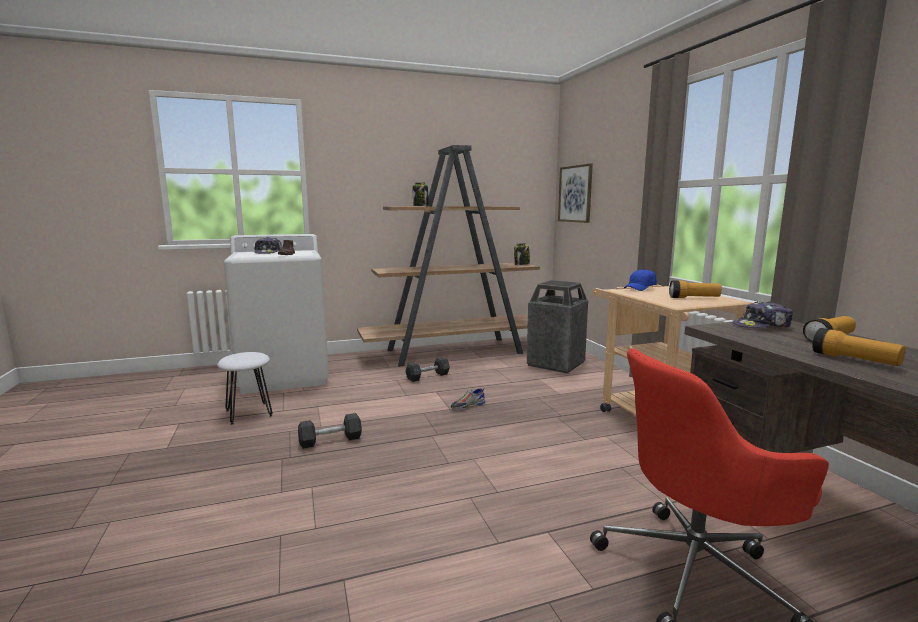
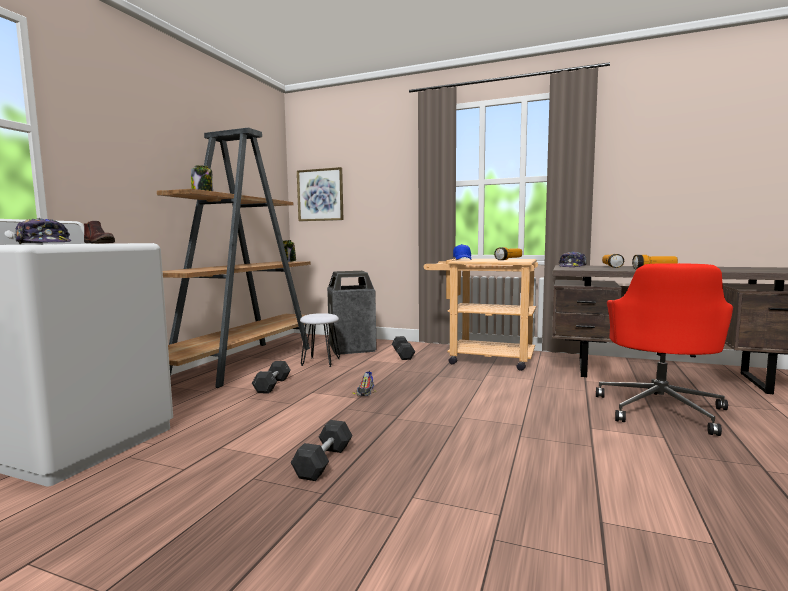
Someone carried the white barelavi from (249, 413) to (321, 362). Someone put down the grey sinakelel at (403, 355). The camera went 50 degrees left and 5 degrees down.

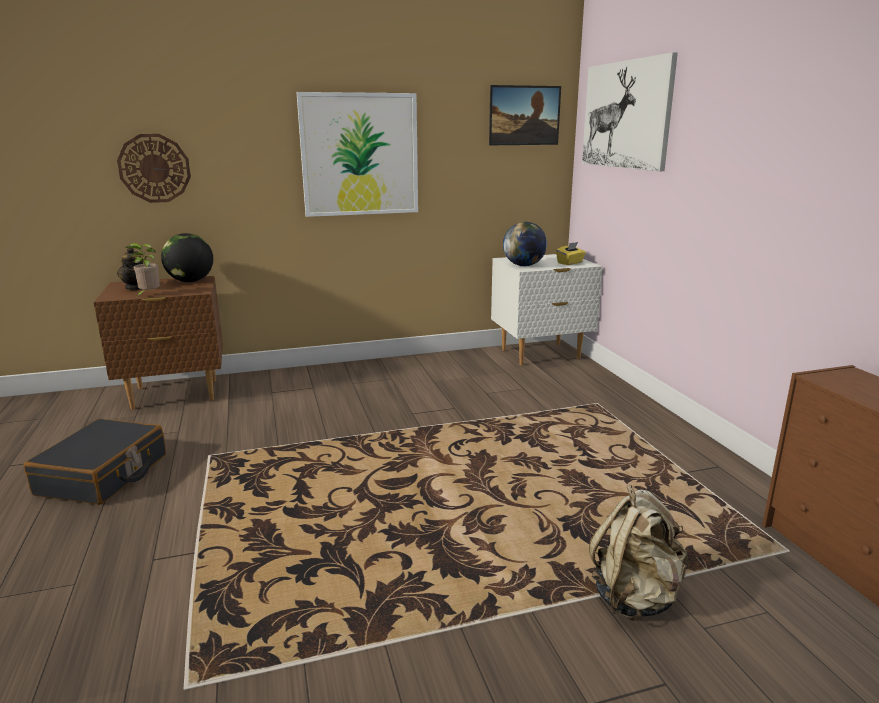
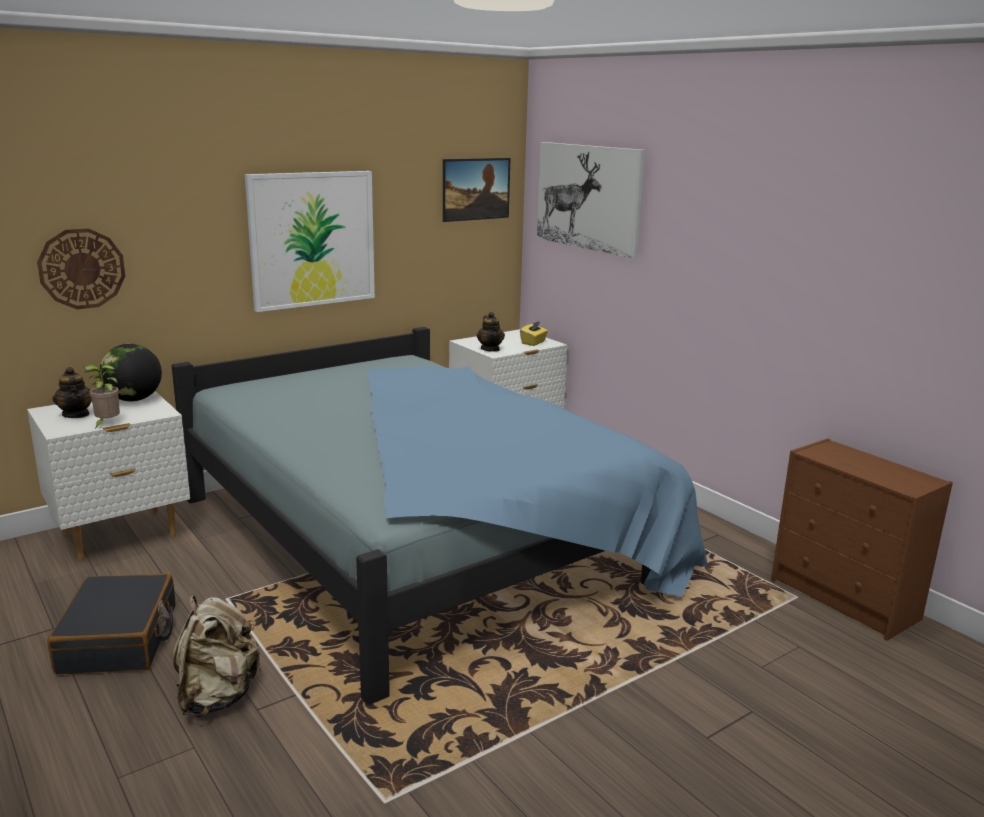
Someone swapped the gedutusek at (524, 265) for the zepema at (490, 349). Someone repainted the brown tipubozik at (175, 394), which became the white tipubozik at (120, 535). Someone carried the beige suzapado from (635, 597) to (217, 696). Someone put down the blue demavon at (423, 539). The camera went 20 degrees left and 0 degrees up.

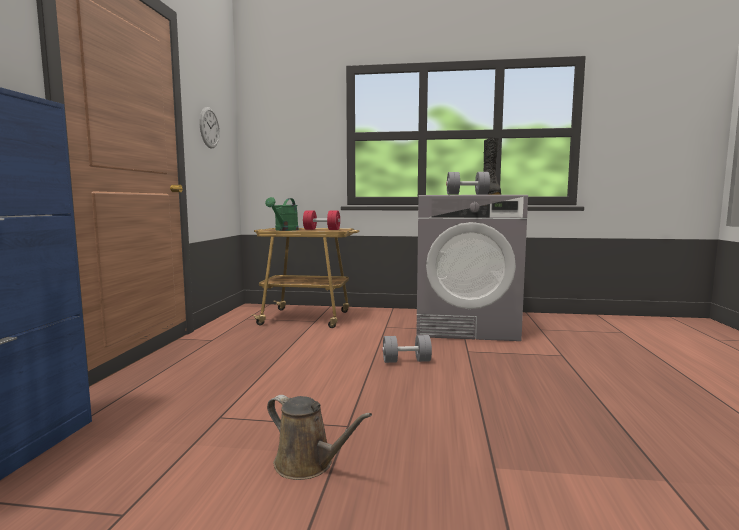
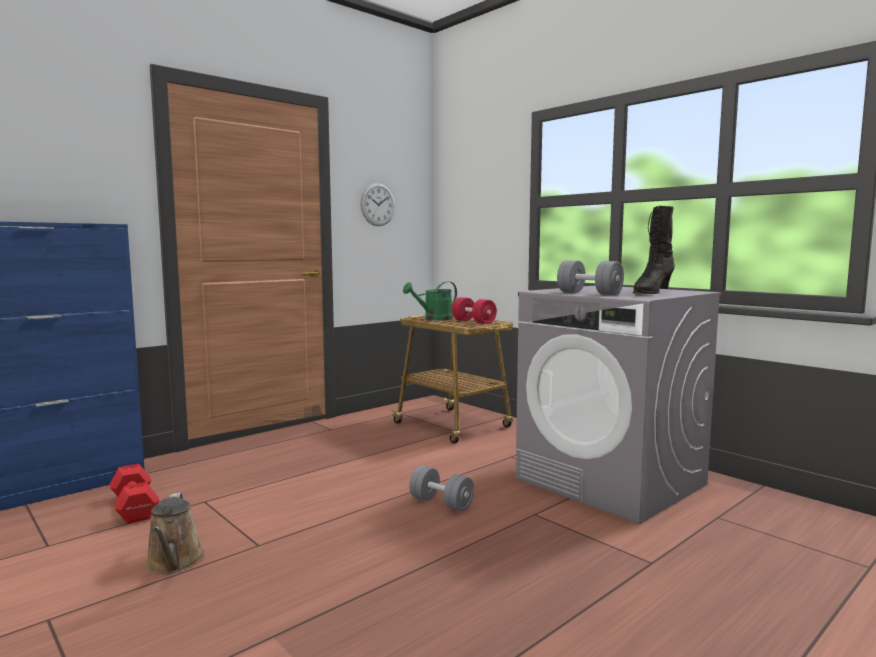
Someone put down the red sinakelel at (134, 508). The camera went 40 degrees right and 0 degrees up.

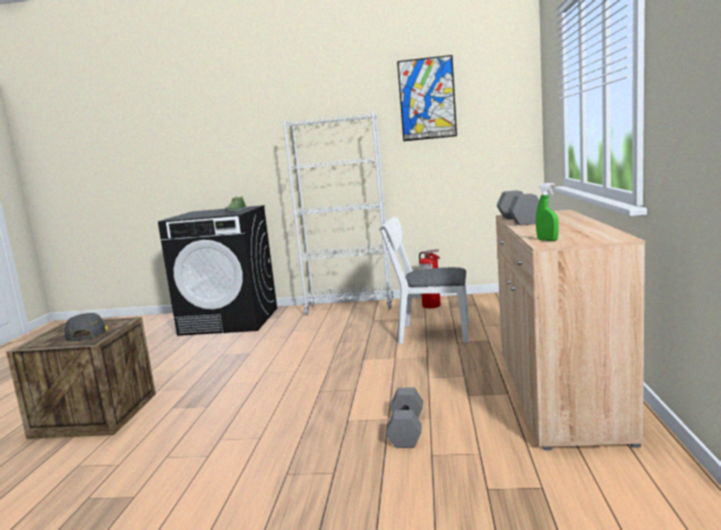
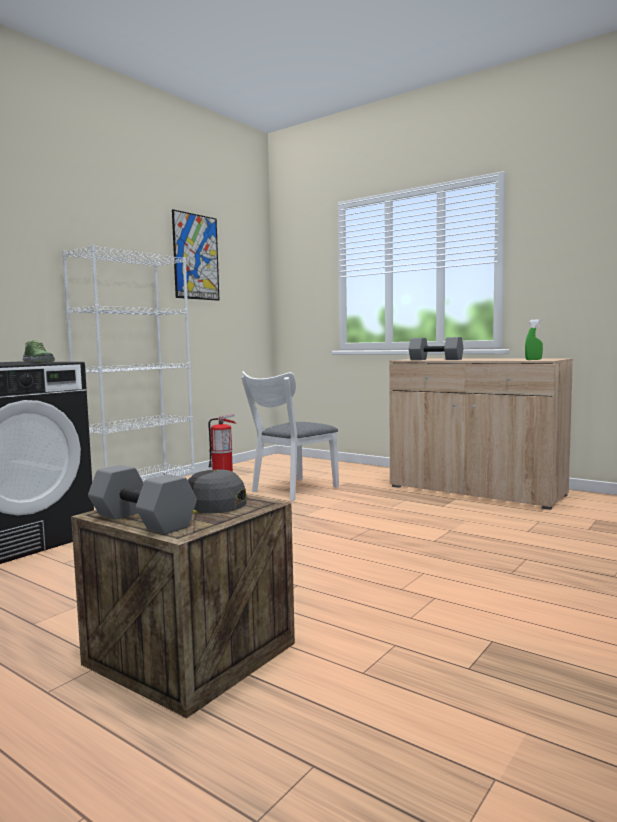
Someone carried the grey sinakelel from (407, 430) to (144, 521). The camera went 60 degrees left and 5 degrees down.

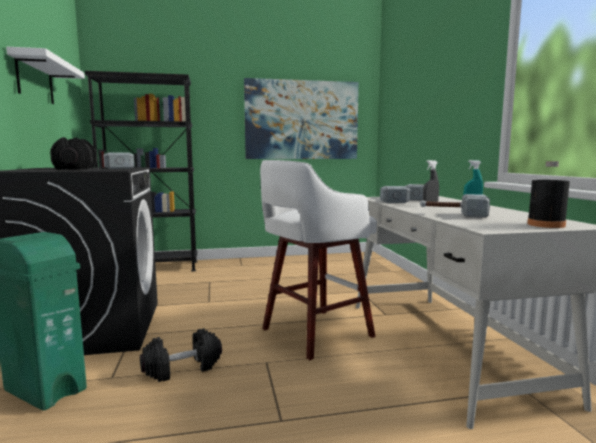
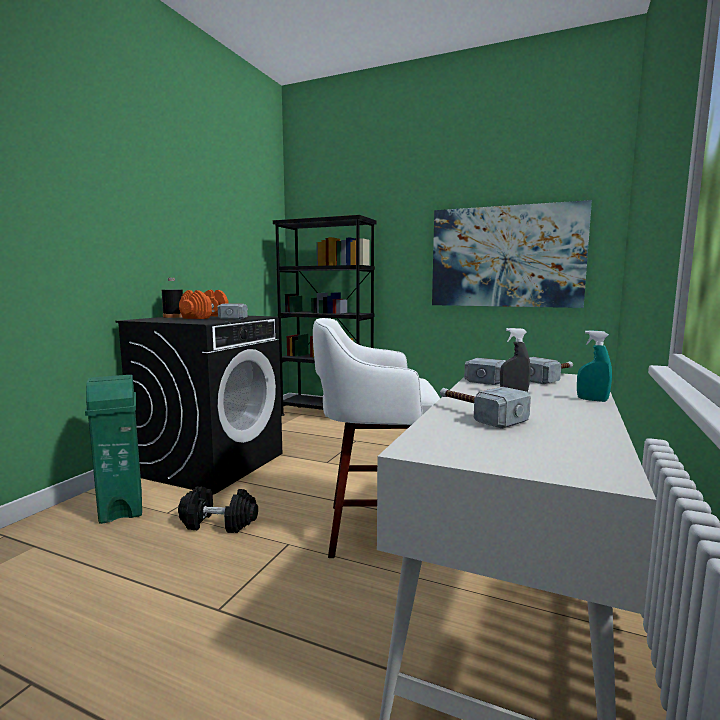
Someone took away the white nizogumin at (35, 80). Someone repainted the black sinakelel at (75, 168), which became the orange sinakelel at (205, 317). Someone carried the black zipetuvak from (546, 225) to (173, 317). The camera went 35 degrees right and 0 degrees up.

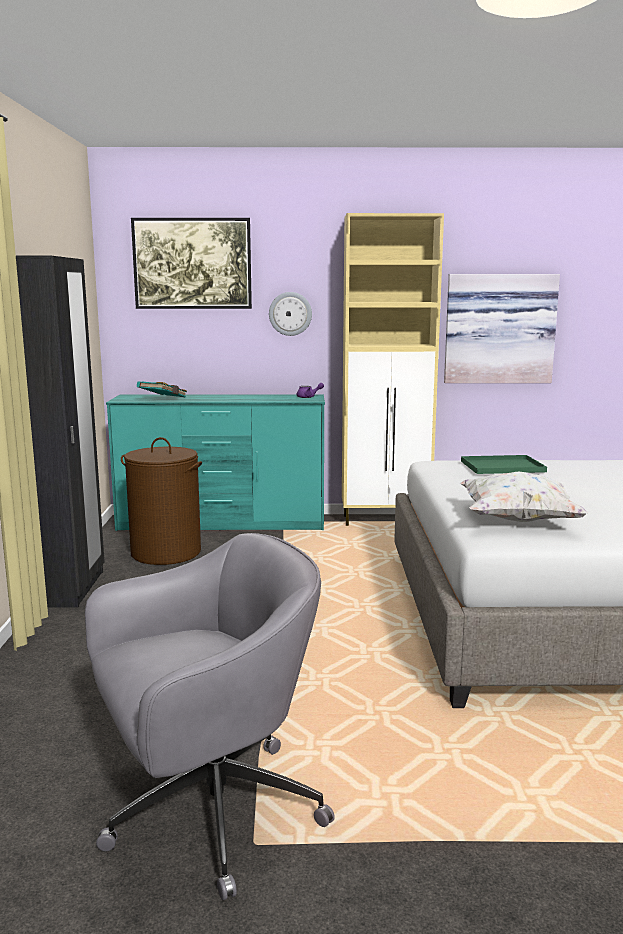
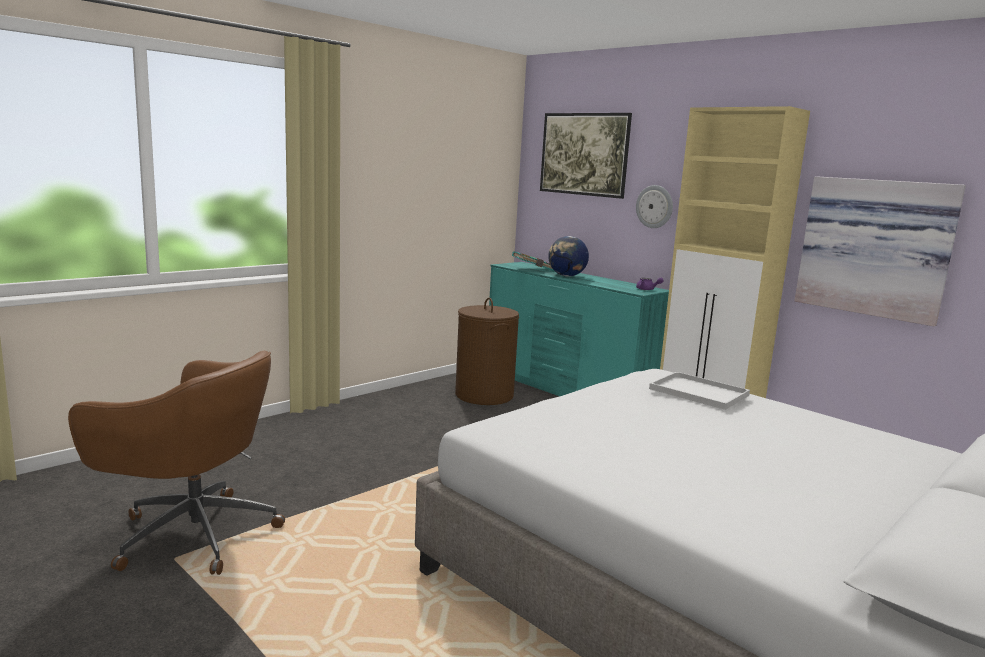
Someone took away the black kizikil at (74, 588). Someone repainted the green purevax at (501, 466), which became the white purevax at (696, 392). Someone took away the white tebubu at (517, 520). Someone repainted the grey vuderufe at (209, 813), which became the brown vuderufe at (192, 533). Someone put down the gedutusek at (566, 276). The camera went 45 degrees right and 0 degrees up.

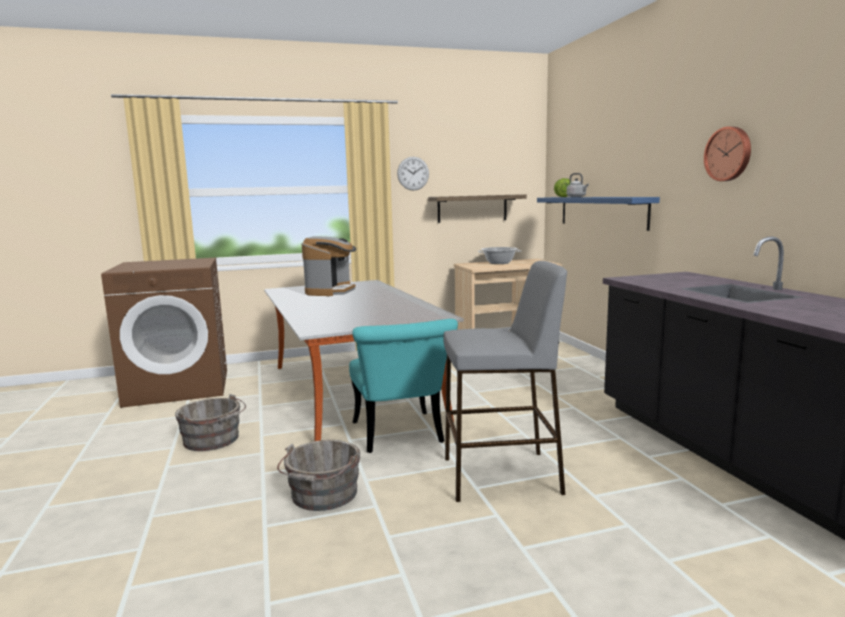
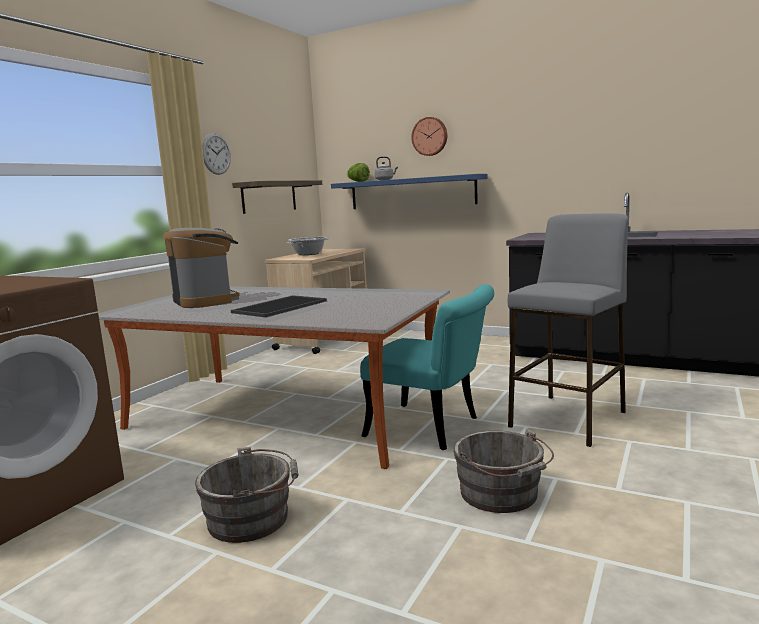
Someone carried the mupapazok from (729, 154) to (430, 136). Someone put down the purevax at (280, 306). The camera went 45 degrees left and 0 degrees up.

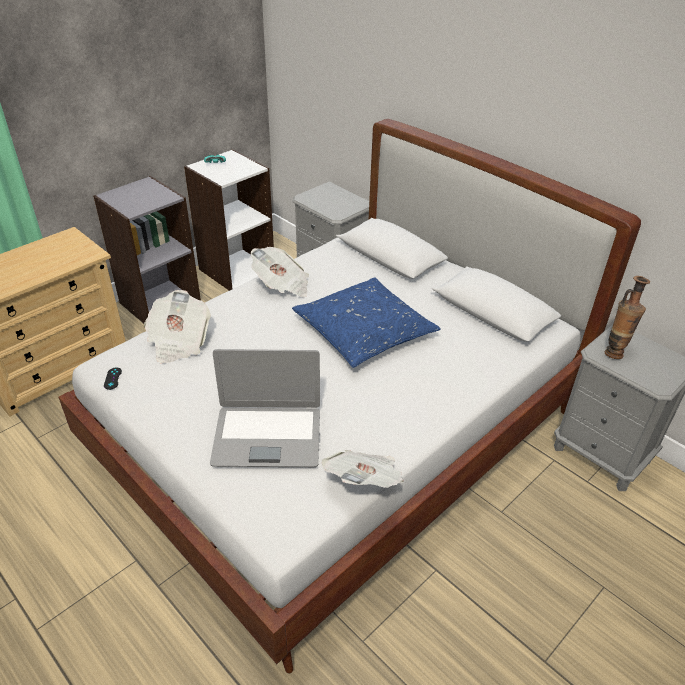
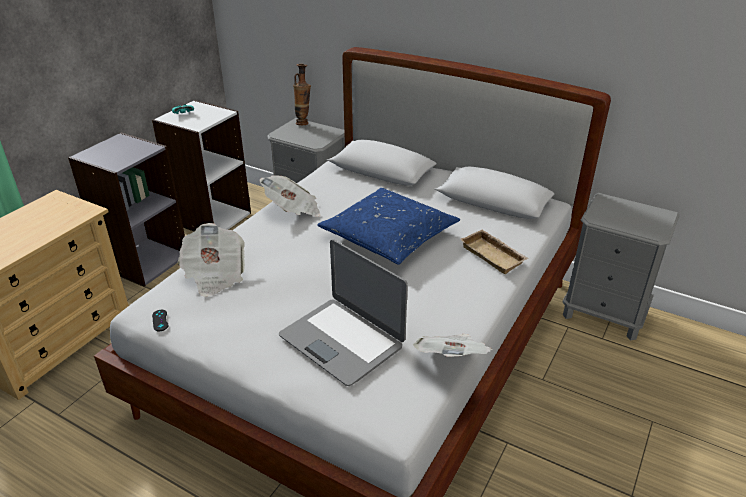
Someone carried the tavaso from (615, 352) to (303, 123). Someone rotated the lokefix at (267, 436) by 60 degrees clockwise. Someone put down the beige purevax at (494, 255). The camera went 15 degrees left and 5 degrees down.

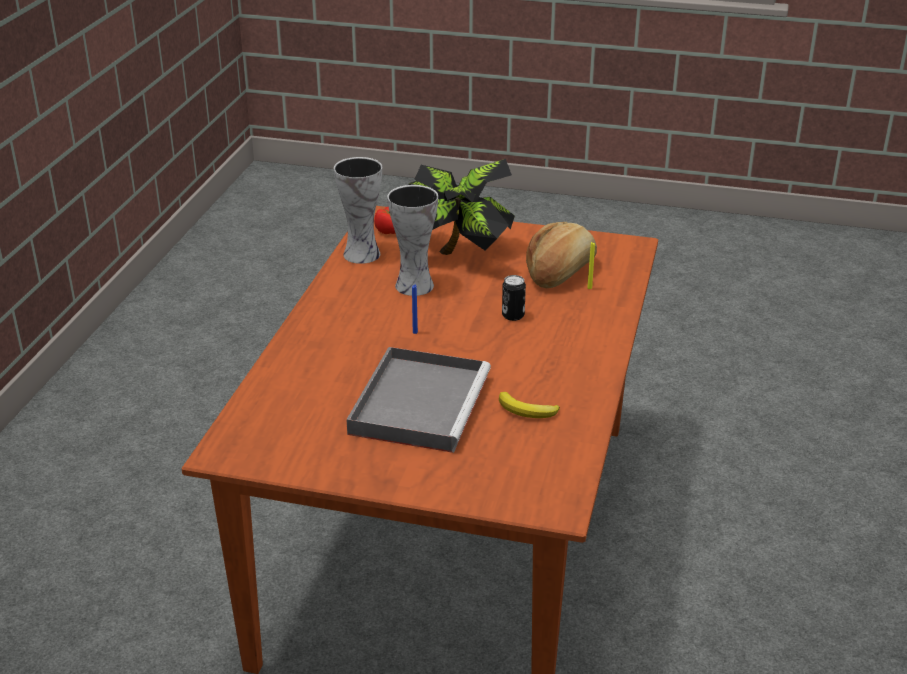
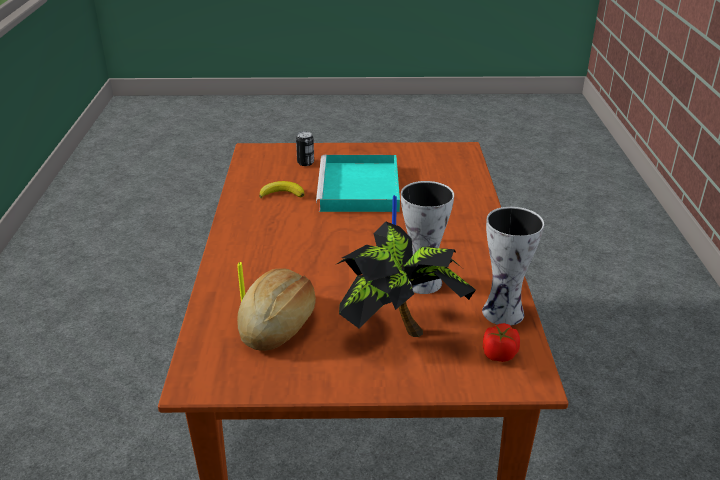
Someone carried the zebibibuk from (513, 315) to (305, 163). Someone repainted the grey purevax at (419, 402), which became the turquoise purevax at (360, 188). The camera went 165 degrees right and 0 degrees up.

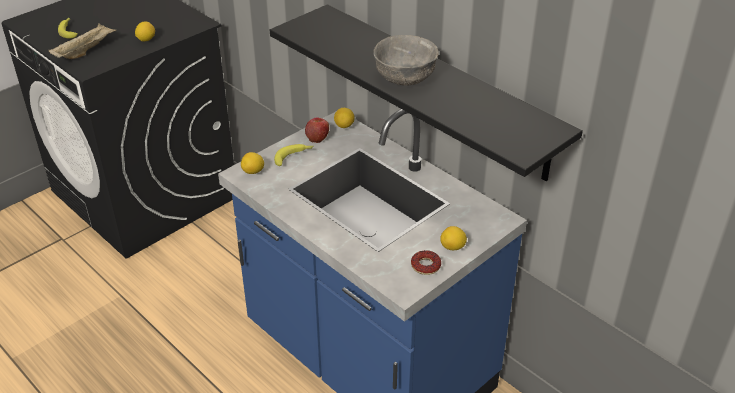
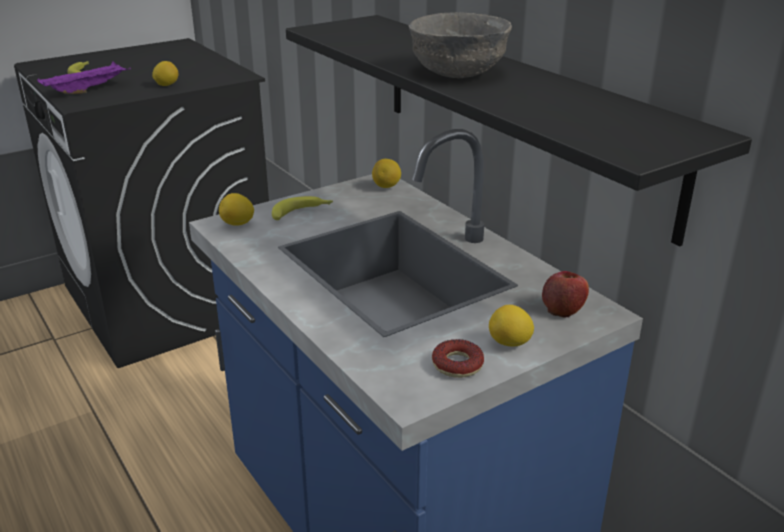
Someone repainted the beige purevax at (85, 51), which became the purple purevax at (88, 90). Someone carried the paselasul from (317, 137) to (563, 308). The camera went 10 degrees right and 10 degrees down.

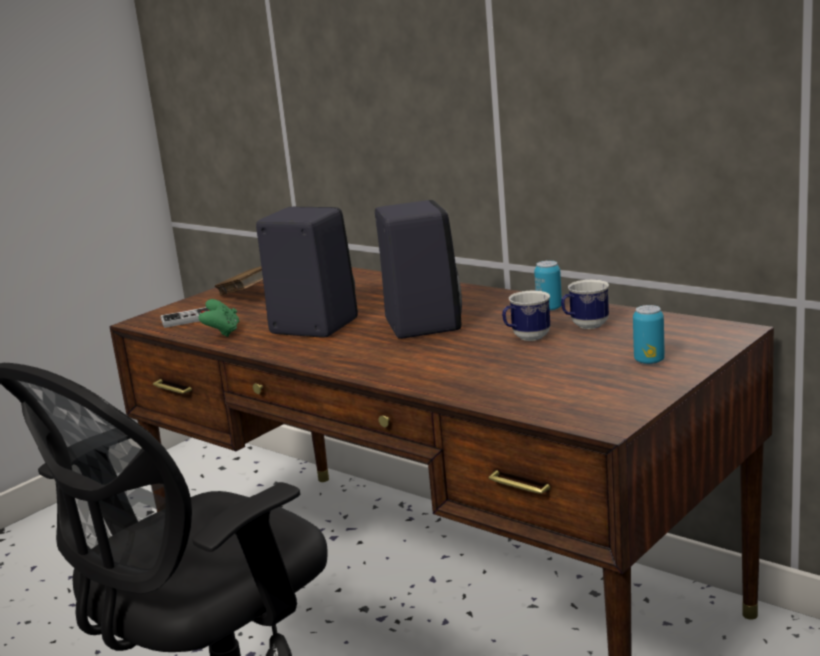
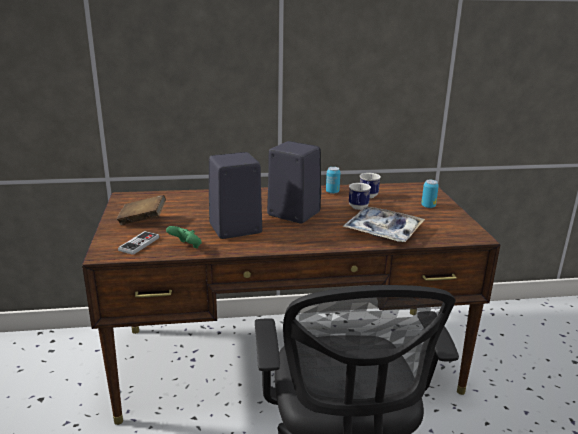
Someone put down the purevax at (383, 231). The camera went 50 degrees left and 5 degrees up.

